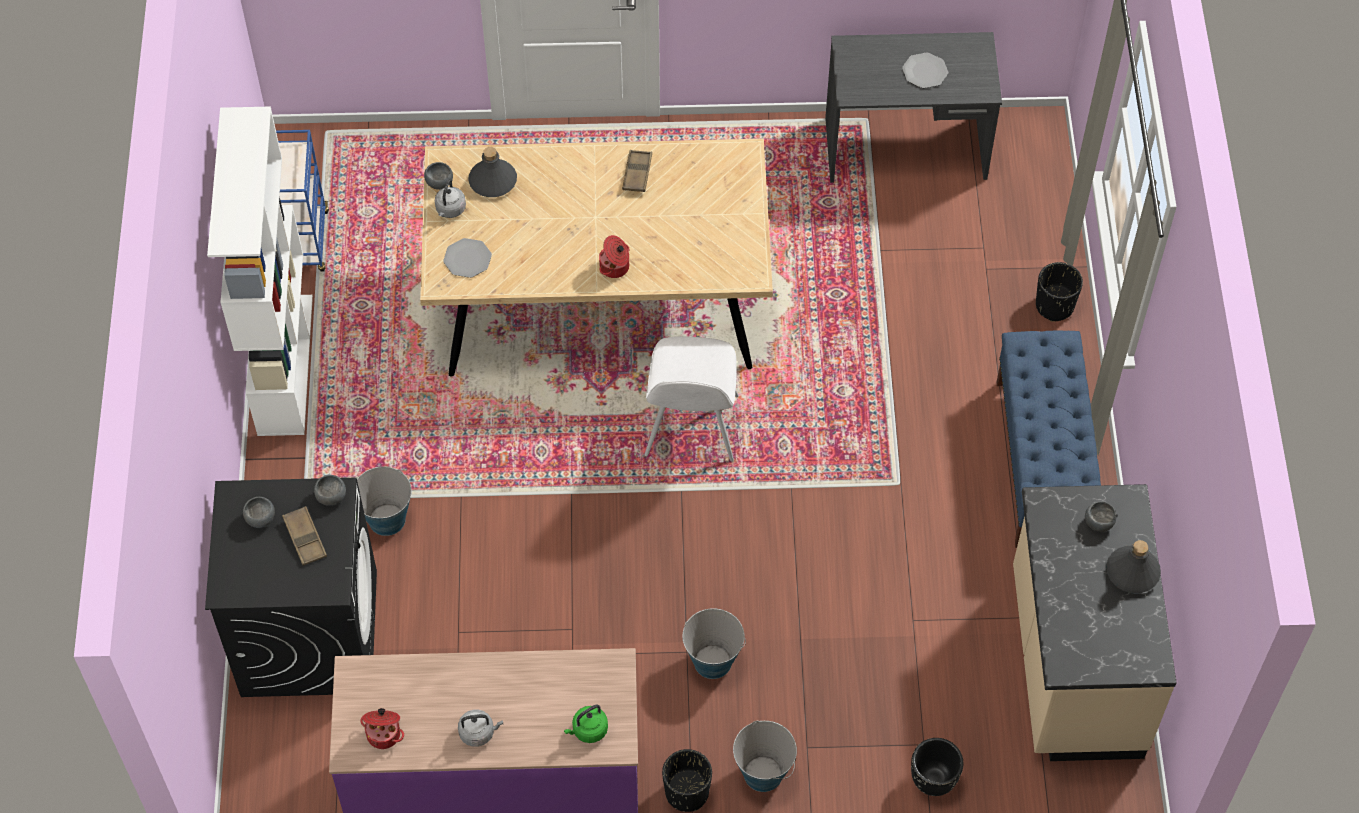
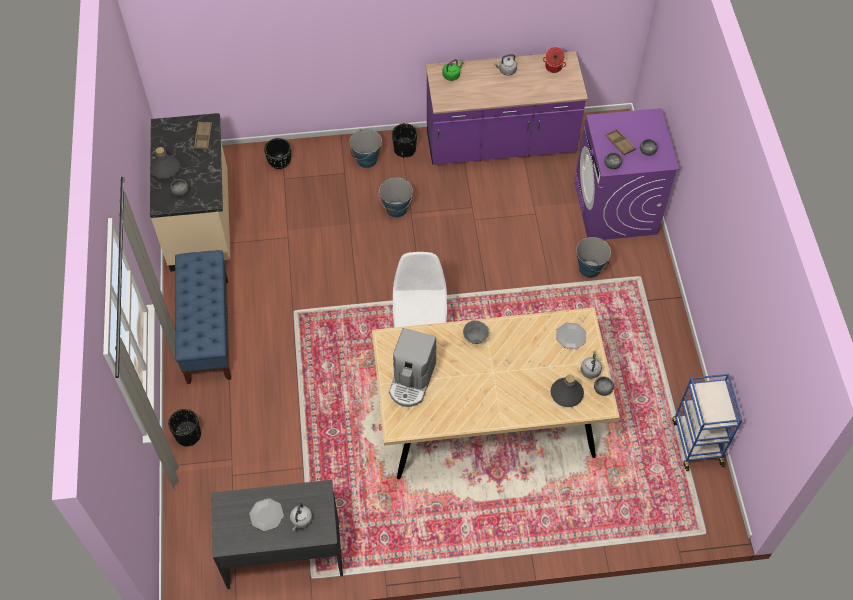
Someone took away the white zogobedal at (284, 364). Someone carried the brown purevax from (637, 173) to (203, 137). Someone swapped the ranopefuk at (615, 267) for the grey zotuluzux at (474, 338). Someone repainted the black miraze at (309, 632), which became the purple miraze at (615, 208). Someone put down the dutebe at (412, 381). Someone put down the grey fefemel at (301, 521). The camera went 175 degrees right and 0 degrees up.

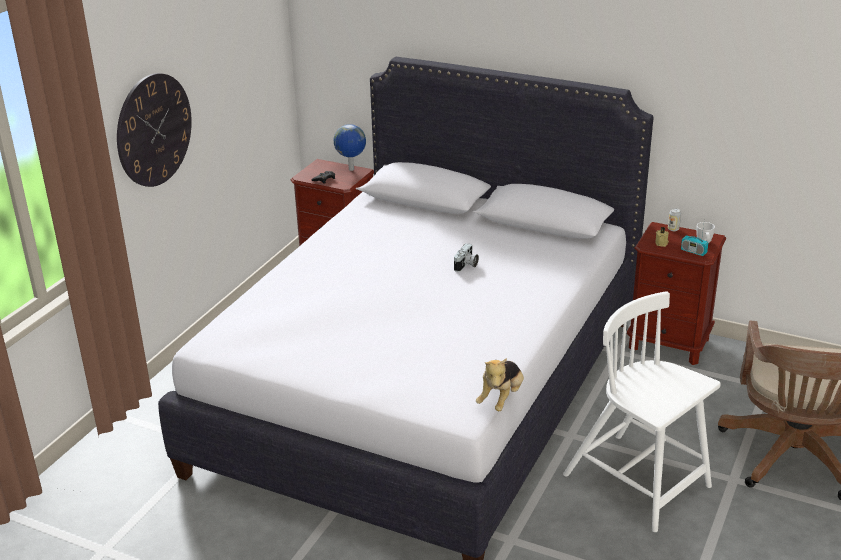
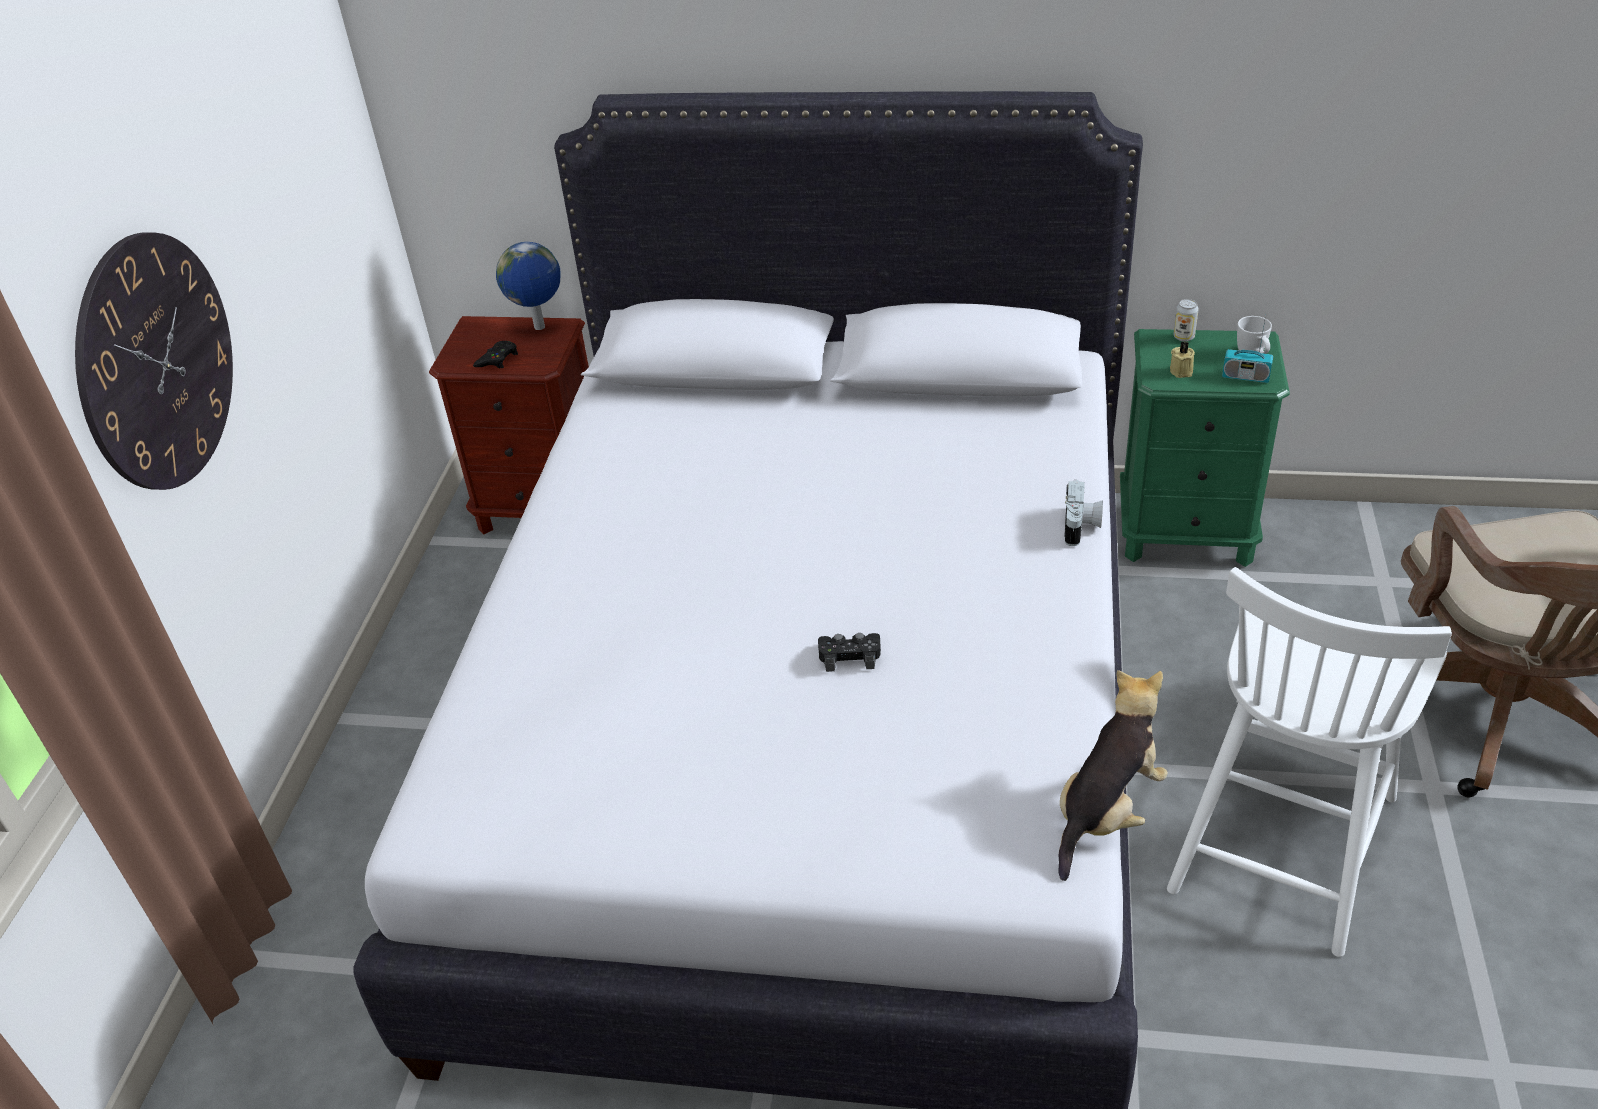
Someone repainted the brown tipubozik at (669, 344), which became the green tipubozik at (1186, 533). Someone carried the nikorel from (466, 265) to (1082, 526). Someone rotated the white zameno at (638, 482) by 90 degrees counterclockwise. Someone rotated the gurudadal at (501, 398) by 150 degrees counterclockwise. Someone put down the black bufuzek at (849, 656). The camera went 15 degrees left and 10 degrees up.

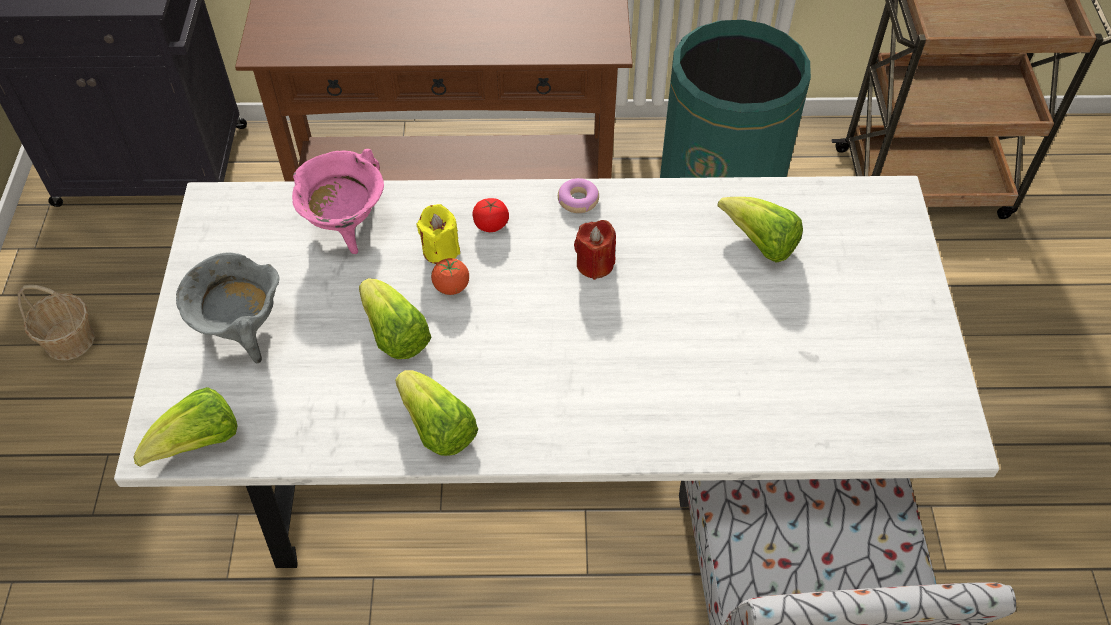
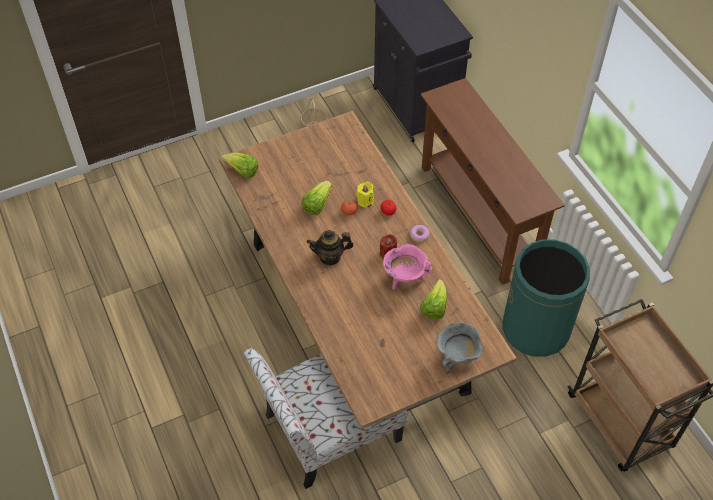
Someone carried the pink ranopefuk from (346, 227) to (405, 279). Someone repainted the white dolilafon at (555, 447), which became the brown dolilafon at (356, 314). Someone carried the grey ranopefuk from (242, 332) to (457, 358). Someone took away the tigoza at (437, 427). Someone put down the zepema at (330, 257). The camera went 65 degrees right and 0 degrees up.

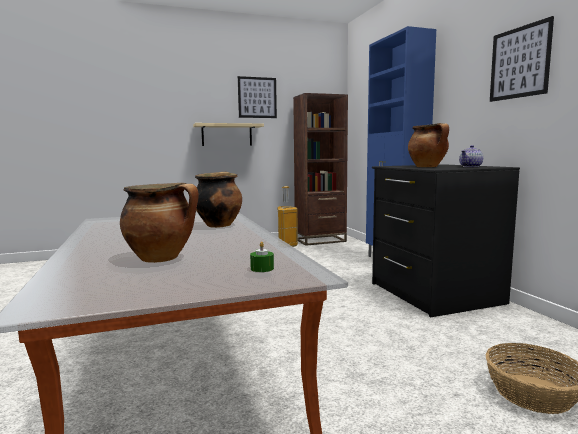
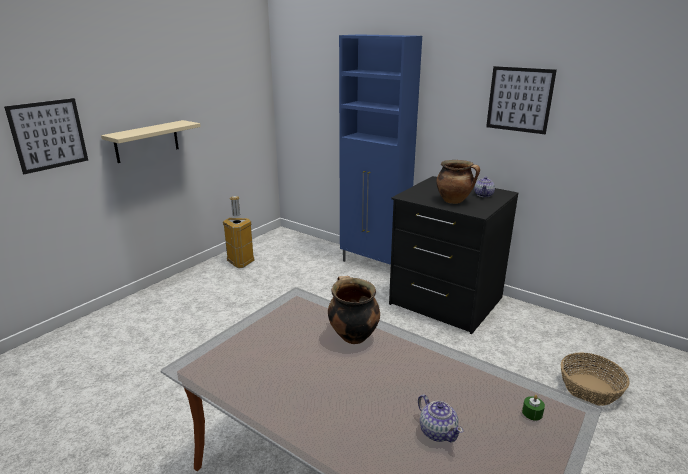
Someone carried the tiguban from (257, 97) to (49, 135). Someone took away the brown zogobedal at (320, 240). Someone swapped the ranopefuk at (162, 258) for the zepema at (437, 431). The camera went 35 degrees left and 15 degrees up.

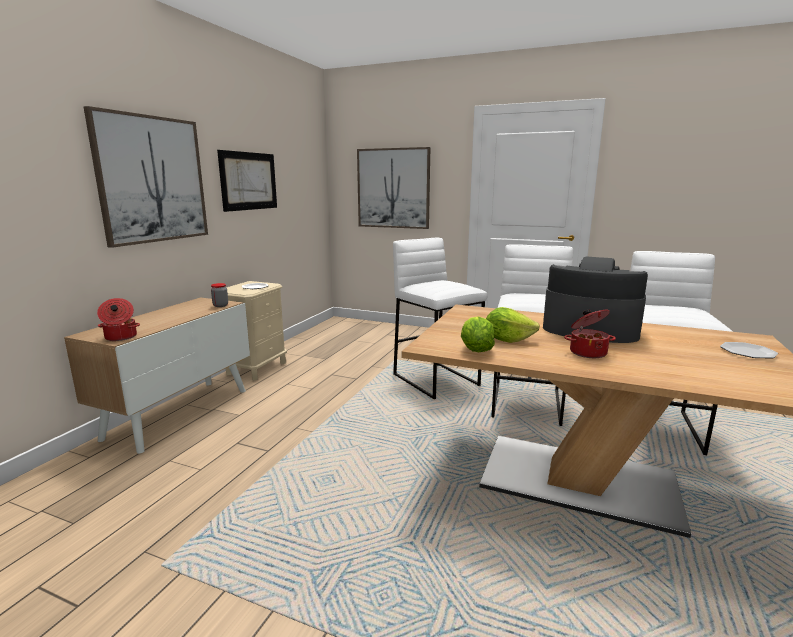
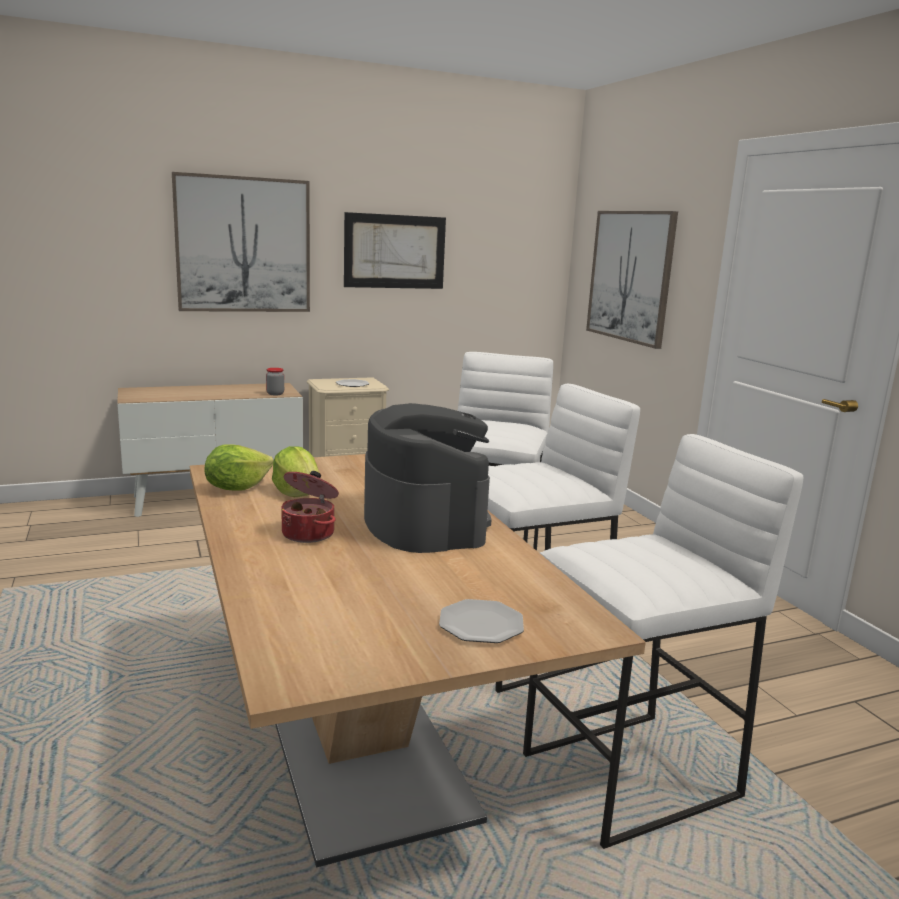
Someone took away the ranopefuk at (120, 337). The camera went 45 degrees right and 0 degrees up.

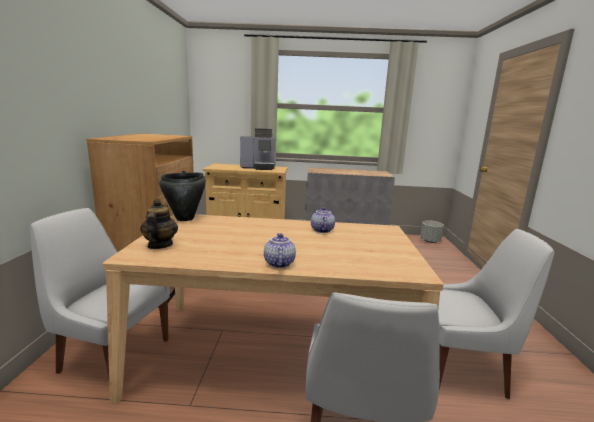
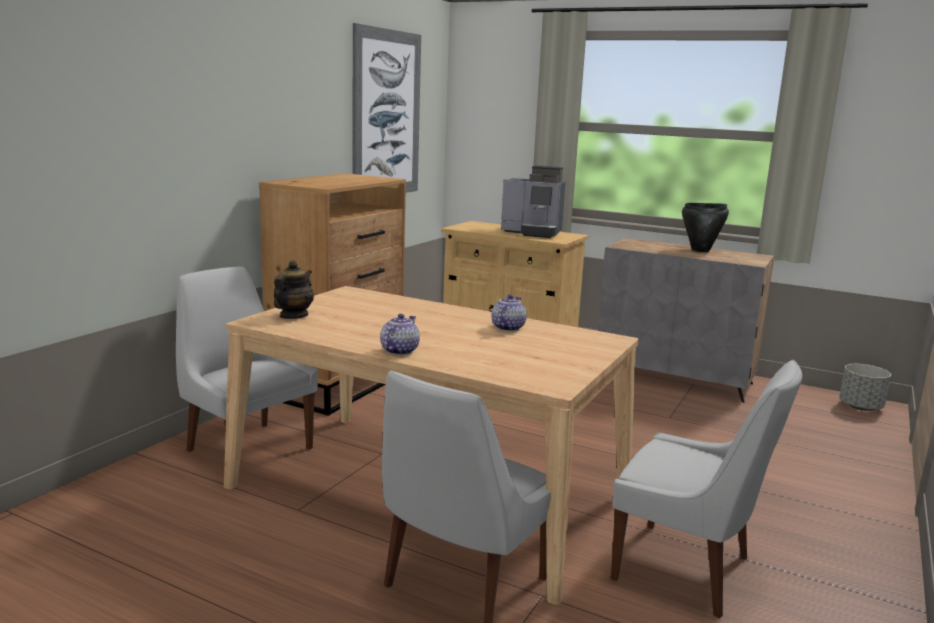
Someone carried the black ranopefuk from (185, 219) to (701, 250). Someone put up the tiguban at (386, 114). The camera went 25 degrees right and 0 degrees up.

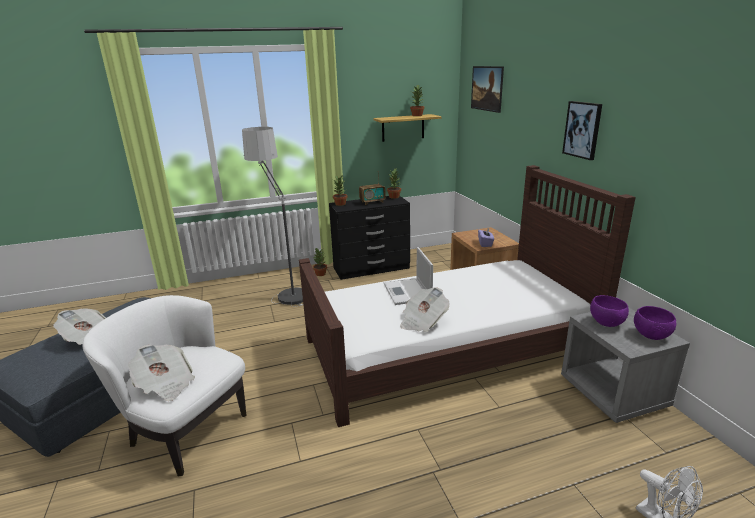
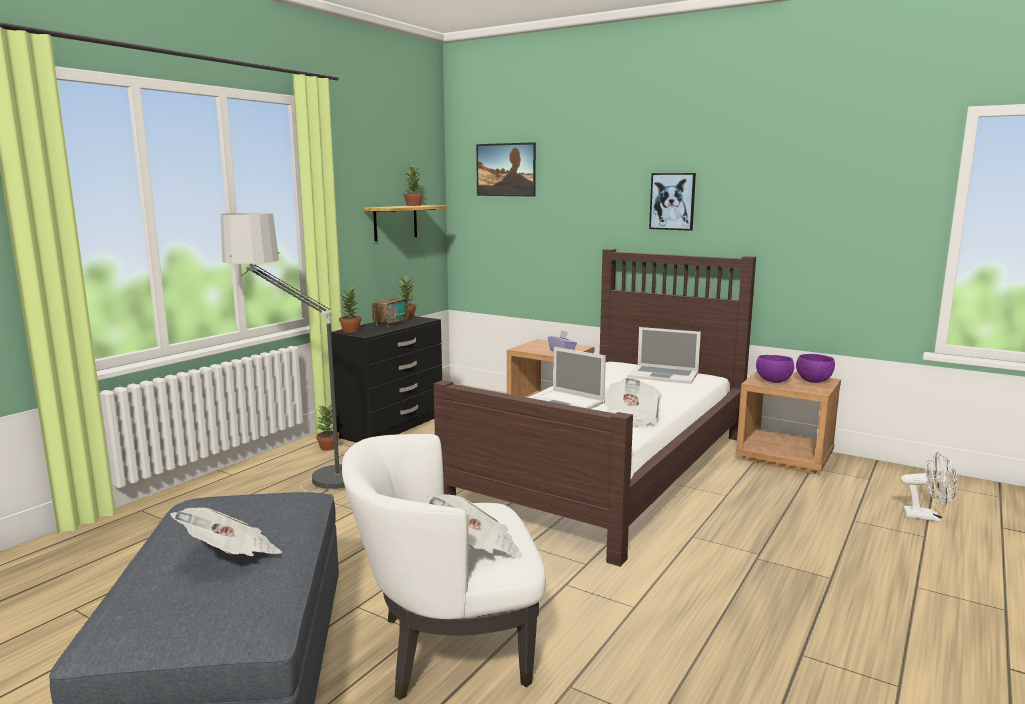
Someone repainted the grey tipubozik at (613, 393), which became the brown tipubozik at (785, 457). Someone put down the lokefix at (663, 375). The camera went 40 degrees left and 10 degrees down.

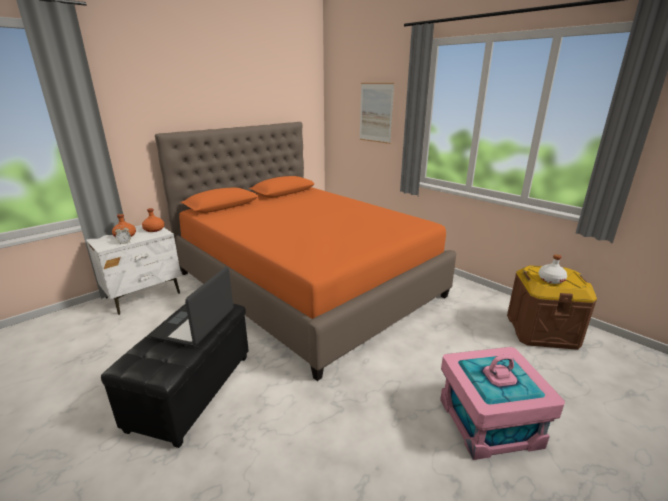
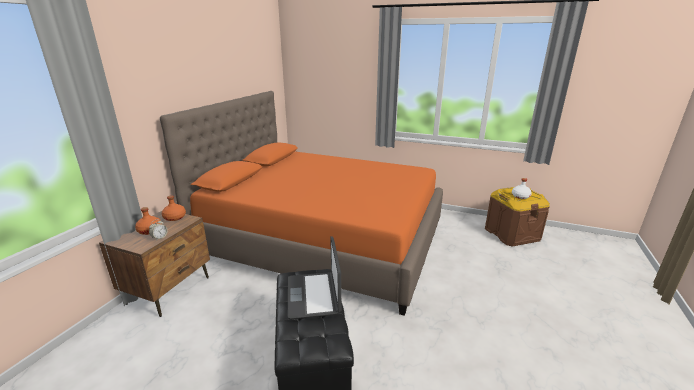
Someone took away the tiguban at (376, 113). Someone repainted the white tipubozik at (144, 295), which became the brown tipubozik at (170, 290). Someone took away the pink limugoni at (489, 423). The camera went 25 degrees left and 0 degrees up.

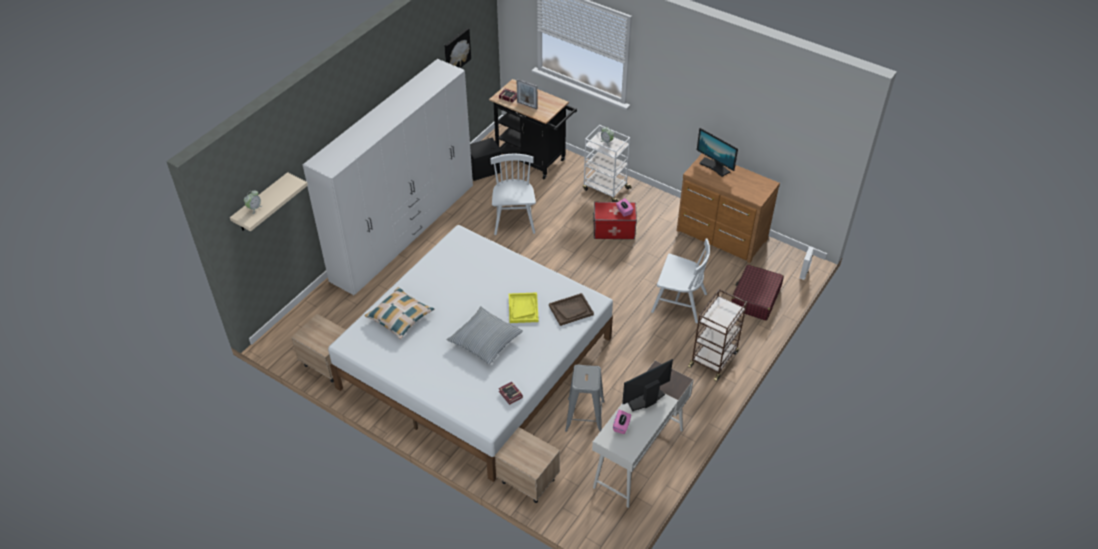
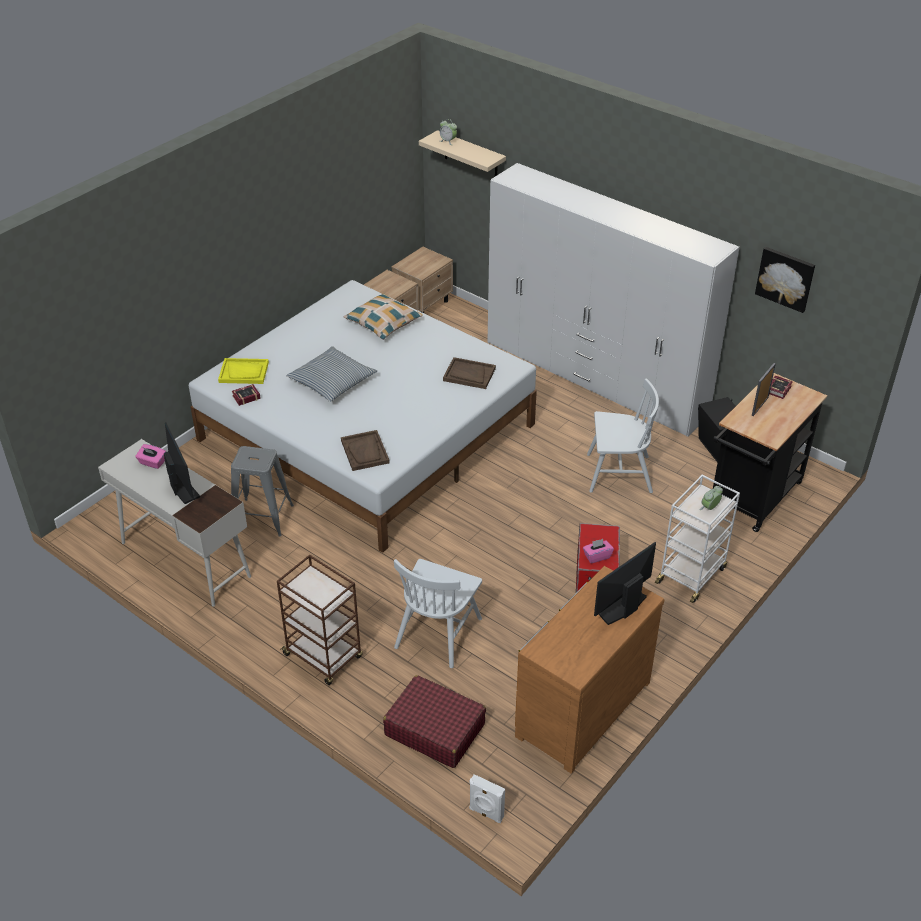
Someone carried the yellow purevax from (523, 308) to (244, 372). Someone carried the beige tipubozik from (527, 480) to (424, 304). Someone put down the brown purevax at (469, 374). The camera went 95 degrees right and 5 degrees down.

